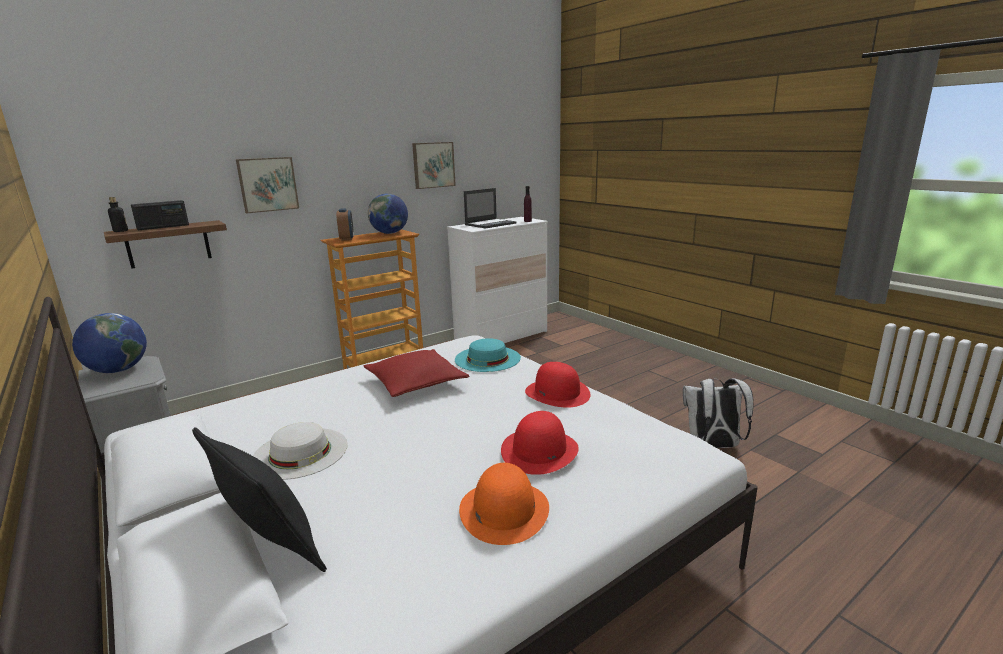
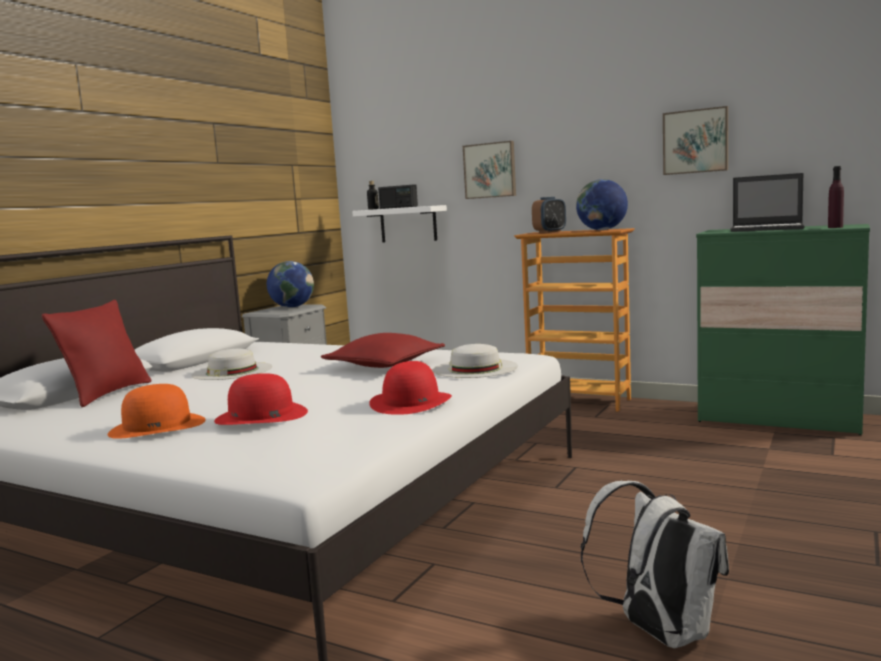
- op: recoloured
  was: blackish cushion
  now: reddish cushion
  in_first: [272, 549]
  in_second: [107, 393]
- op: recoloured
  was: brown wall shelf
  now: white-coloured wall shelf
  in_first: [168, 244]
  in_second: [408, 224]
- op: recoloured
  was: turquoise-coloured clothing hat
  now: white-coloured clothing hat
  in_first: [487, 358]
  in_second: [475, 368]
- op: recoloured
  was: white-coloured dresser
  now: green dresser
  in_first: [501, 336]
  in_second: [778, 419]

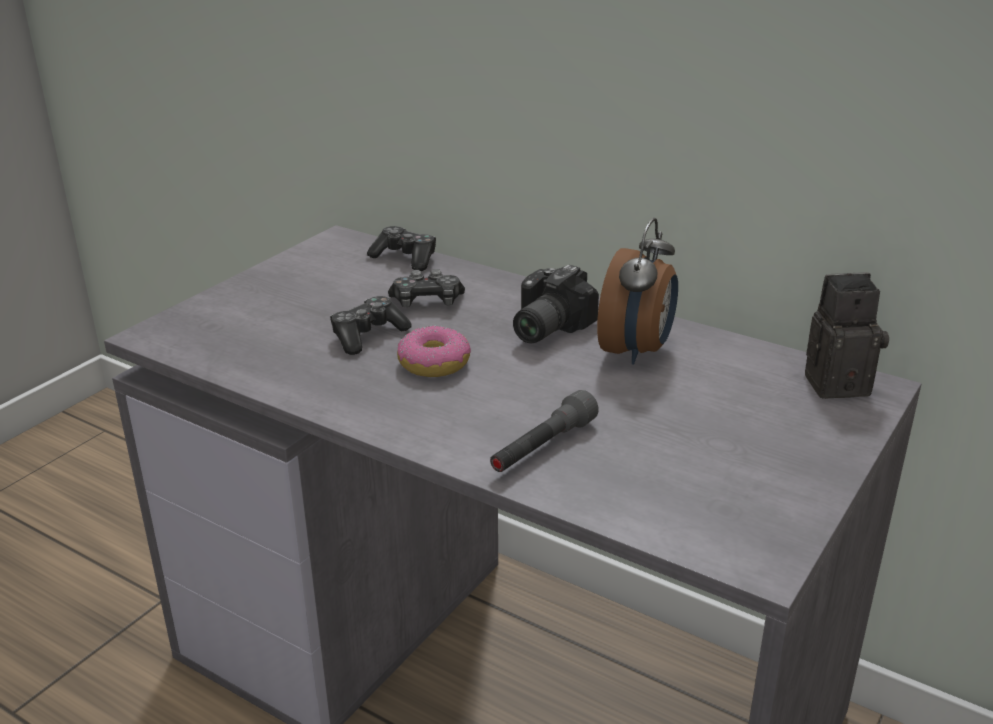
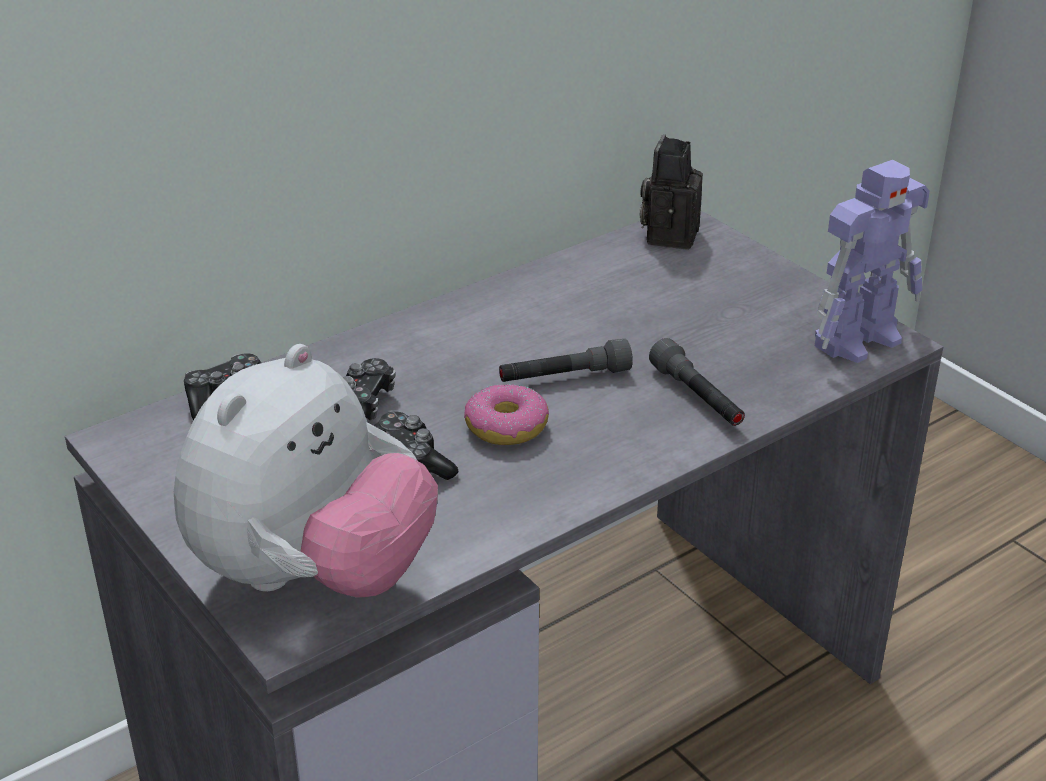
- op: added
  now: plush toy
  in_second: [312, 575]
- op: added
  now: gray torch
  in_second: [564, 377]
- op: added
  now: robot figure
  in_second: [859, 338]
- op: removed
  was: photo camera
  in_first: [543, 328]
- op: removed
  was: alarm clock
  in_first: [637, 351]

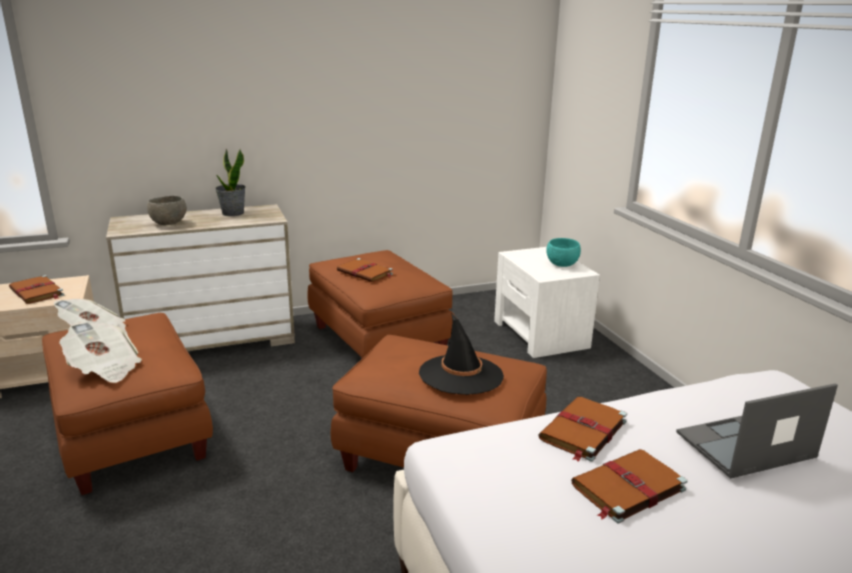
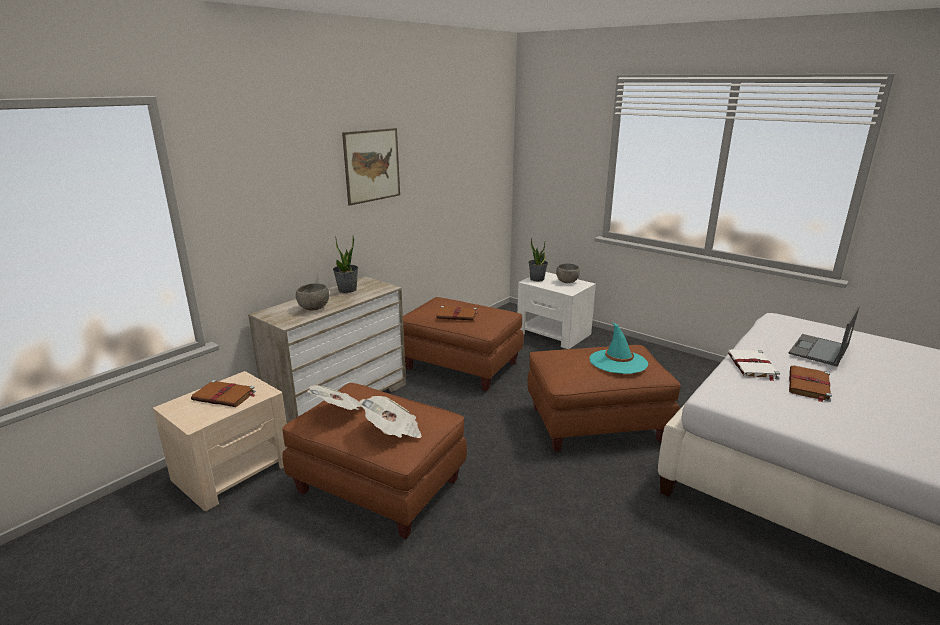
- op: added
  now: picture
  in_second: [372, 165]
- op: added
  now: plant in a pot
  in_second: [537, 279]
- op: recoloured
  was: turquoise-coloured serving bowl
  now: gray serving bowl
  in_first: [561, 264]
  in_second: [566, 282]
- op: recoloured
  was: blackish clothing hat
  now: turquoise-coloured clothing hat
  in_first: [461, 375]
  in_second: [618, 362]
- op: recoloured
  was: brown volume
  now: white-coloured volume
  in_first: [582, 431]
  in_second: [752, 366]

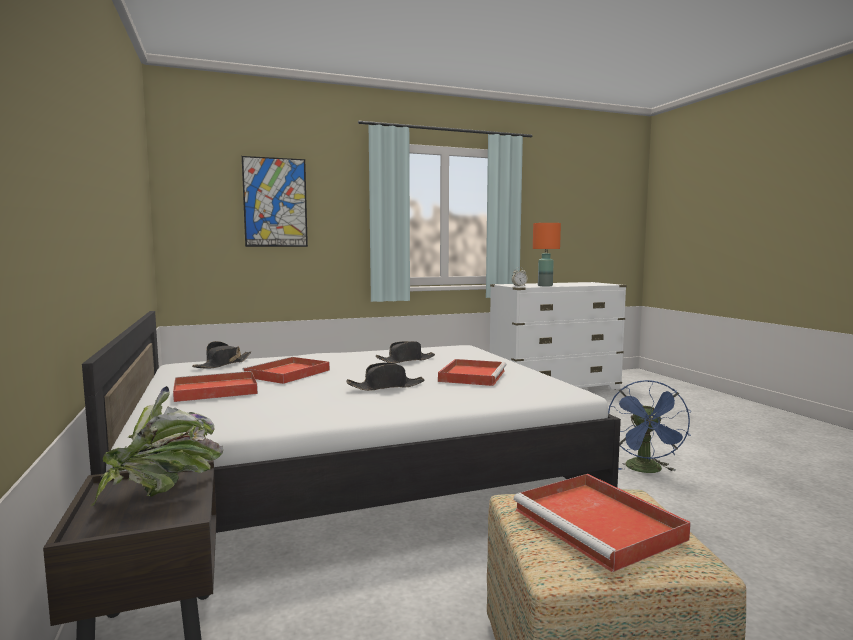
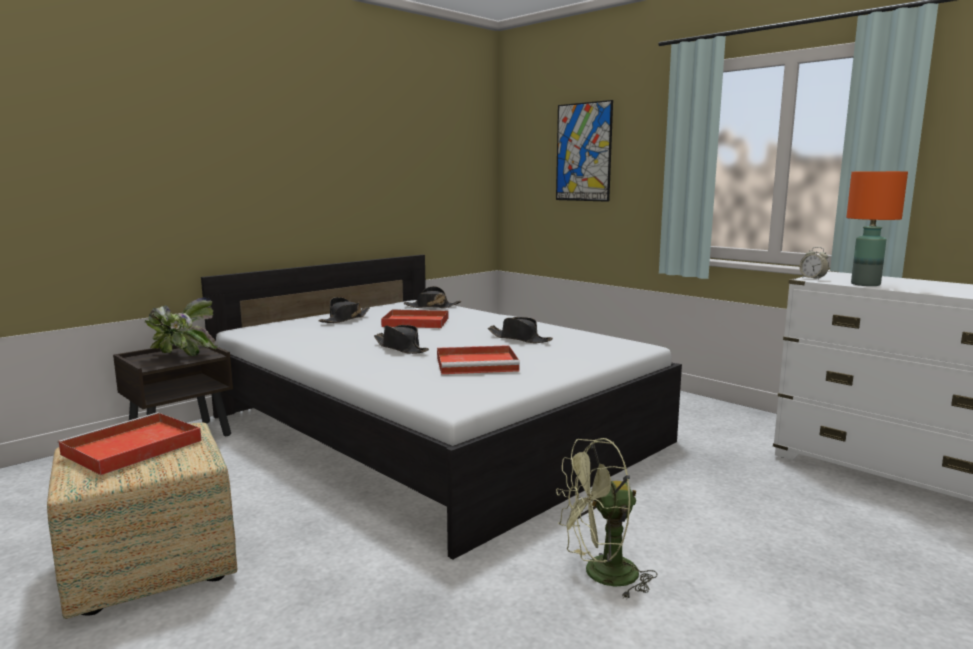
- op: replaced
  was: reddish serving tray
  now: blackish clothing hat
  in_first: [213, 390]
  in_second: [345, 319]
- op: recoloured
  was: bluish fan
  now: green fan
  in_first: [646, 470]
  in_second: [601, 575]

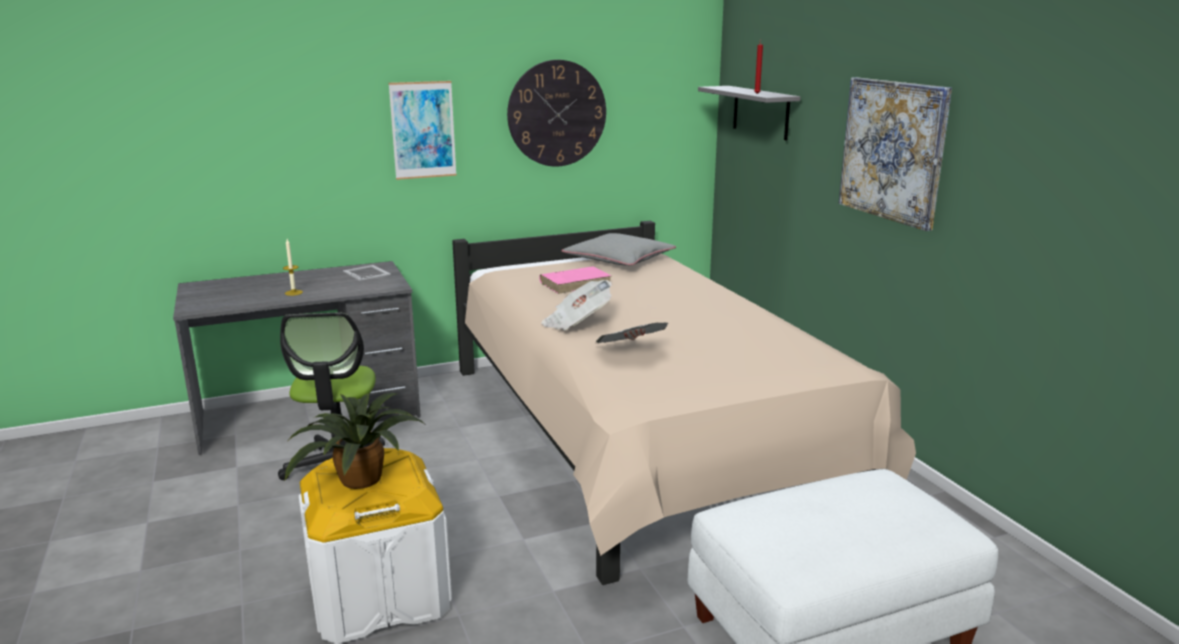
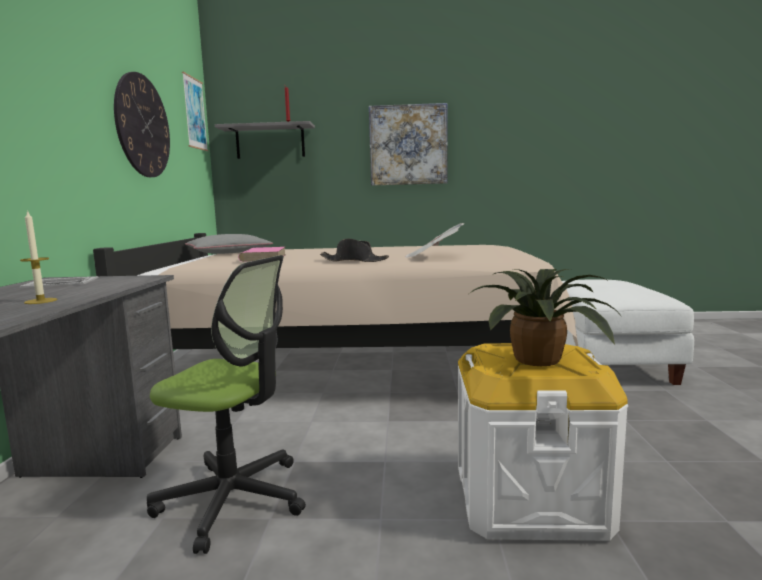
- op: moved
  was: picture
  in_first: [423, 130]
  in_second: [194, 113]
- op: replaced
  was: newspaper
  now: blackish clothing hat
  in_first: [577, 323]
  in_second: [354, 261]

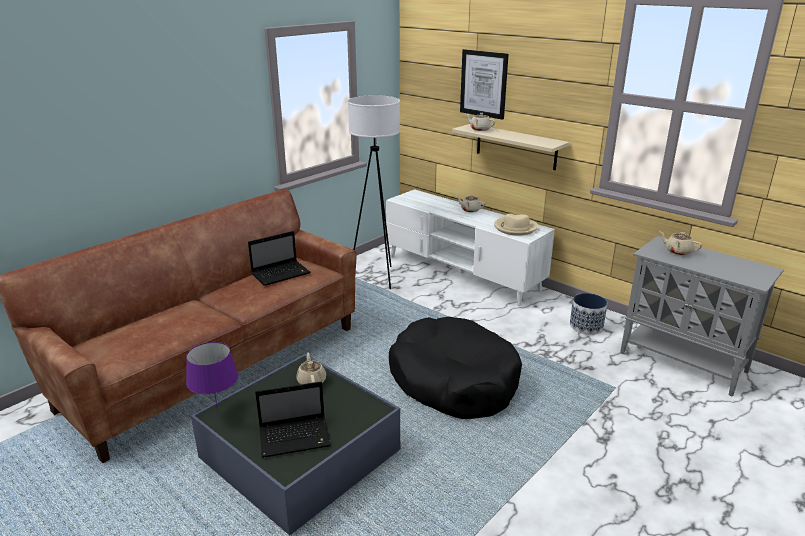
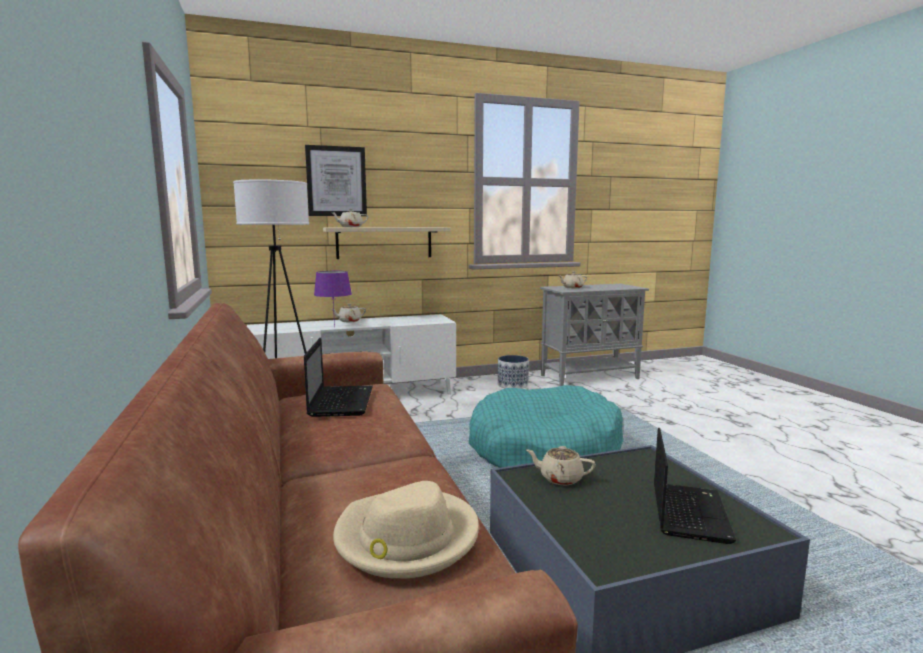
- op: moved
  was: purplish lamp for a table
  in_first: [218, 414]
  in_second: [334, 327]
- op: moved
  was: beige-coloured clothing hat
  in_first: [515, 228]
  in_second: [406, 538]
- op: recoloured
  was: blackish dog cushion
  now: turquoise-coloured dog cushion
  in_first: [453, 380]
  in_second: [544, 449]

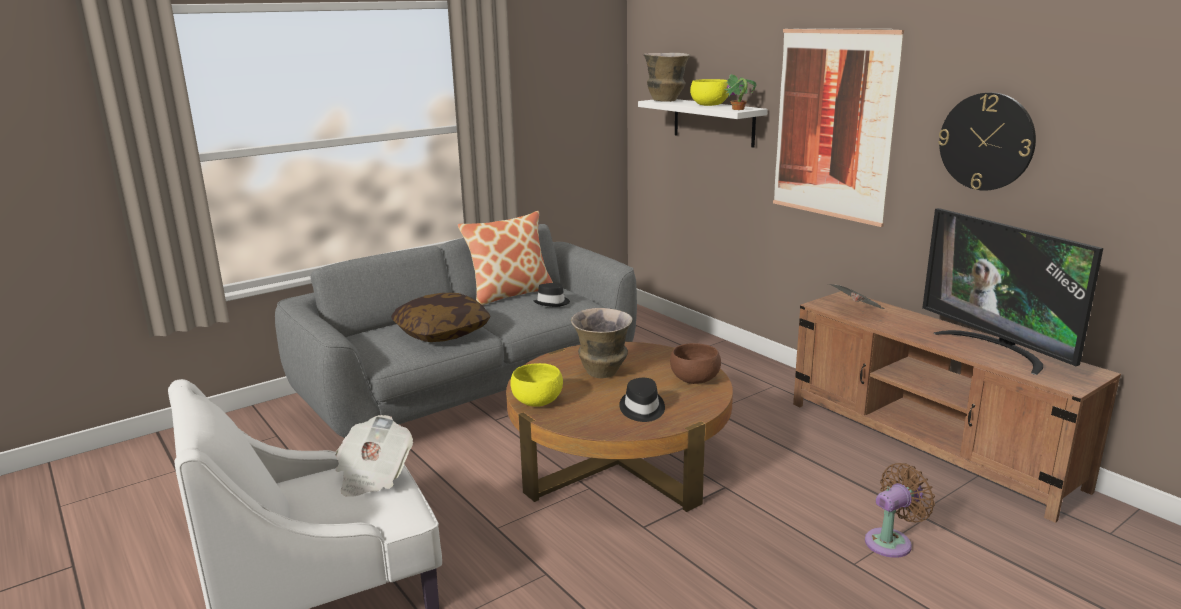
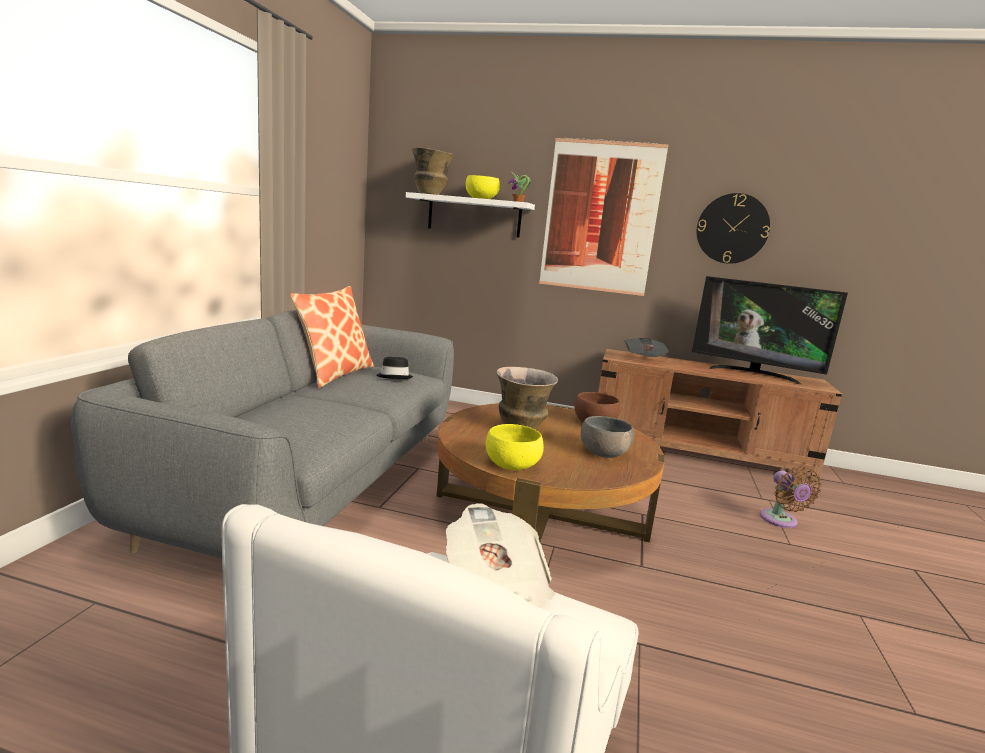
- op: replaced
  was: blackish clothing hat
  now: gray serving bowl
  in_first: [642, 409]
  in_second: [604, 453]
- op: turned
  was: brown fan
  in_first: [891, 541]
  in_second: [780, 521]
  clockwise: 150
- op: removed
  was: cushion
  in_first: [442, 332]

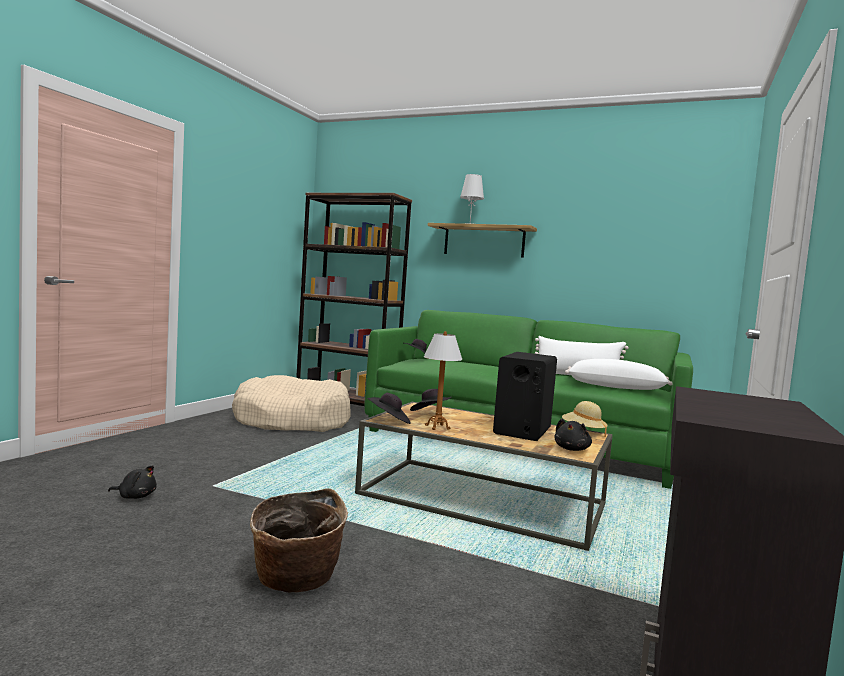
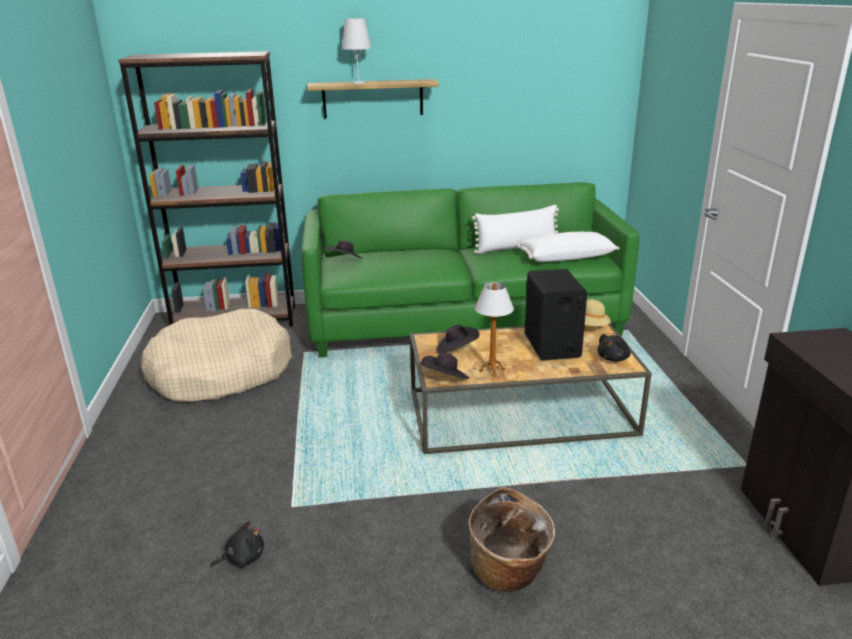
- op: turned
  was: blackish plush toy
  in_first: [572, 449]
  in_second: [613, 358]
  clockwise: 45

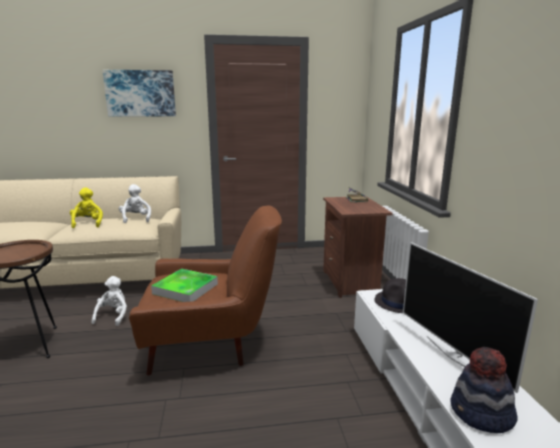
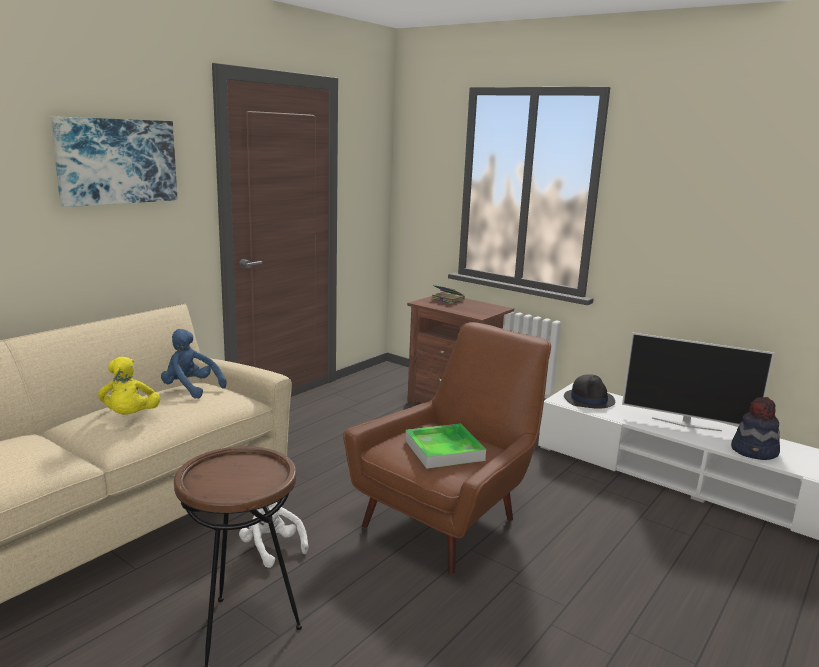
- op: turned
  was: yellowish plush toy
  in_first: [88, 224]
  in_second: [130, 417]
  clockwise: -135
- op: recoloured
  was: white-coloured plush toy
  now: bluish plush toy
  in_first: [136, 219]
  in_second: [190, 389]

